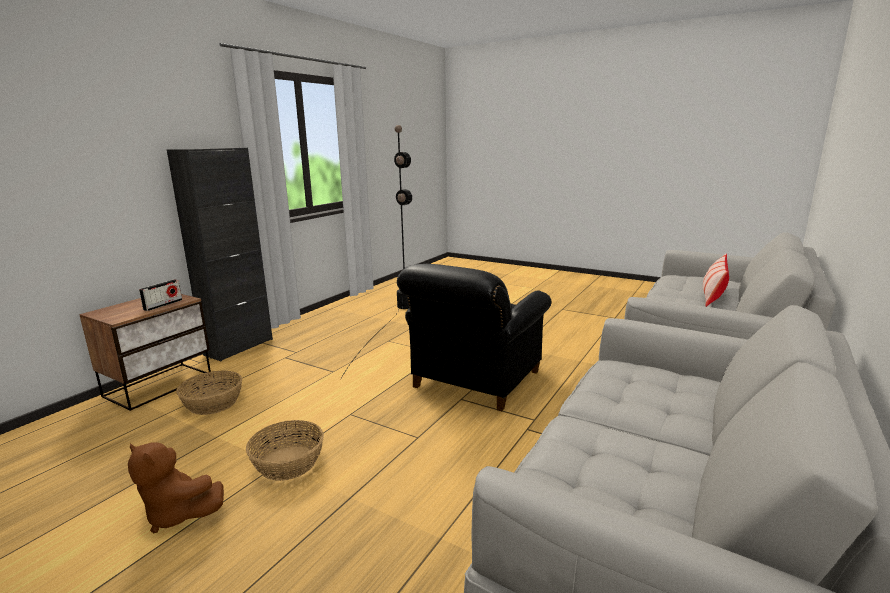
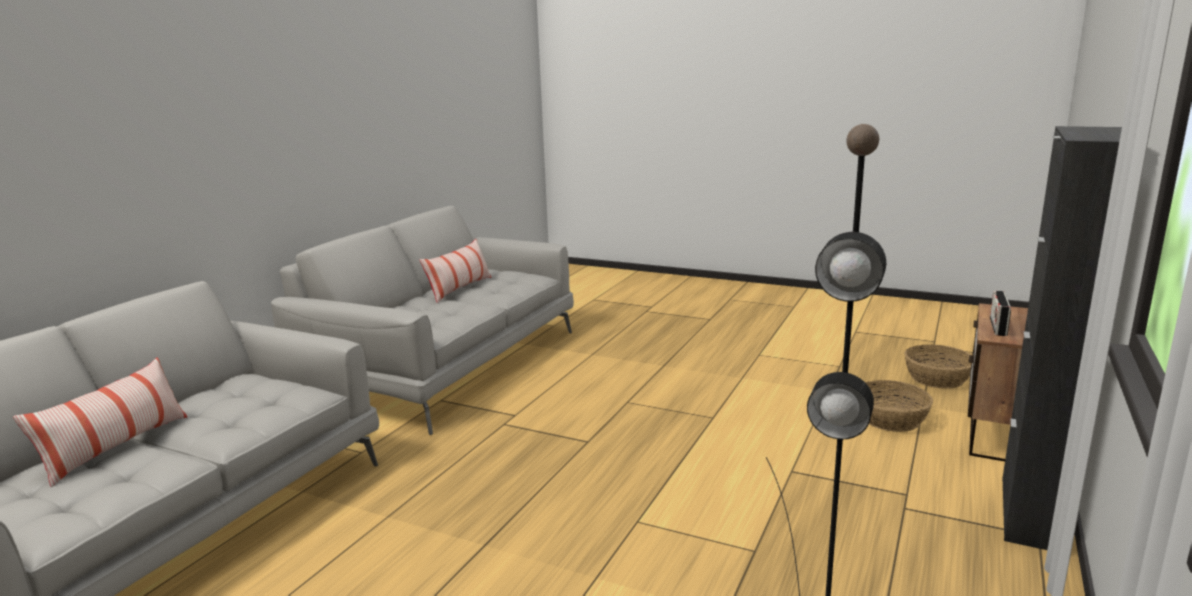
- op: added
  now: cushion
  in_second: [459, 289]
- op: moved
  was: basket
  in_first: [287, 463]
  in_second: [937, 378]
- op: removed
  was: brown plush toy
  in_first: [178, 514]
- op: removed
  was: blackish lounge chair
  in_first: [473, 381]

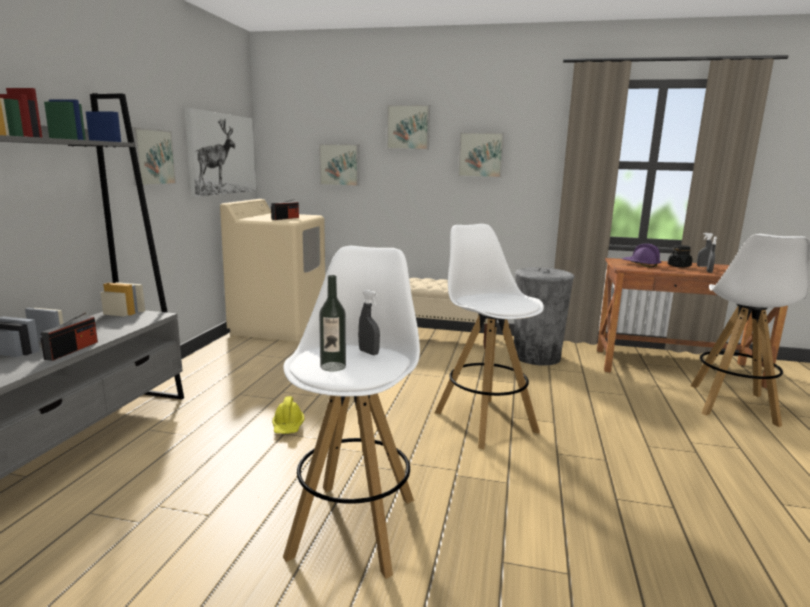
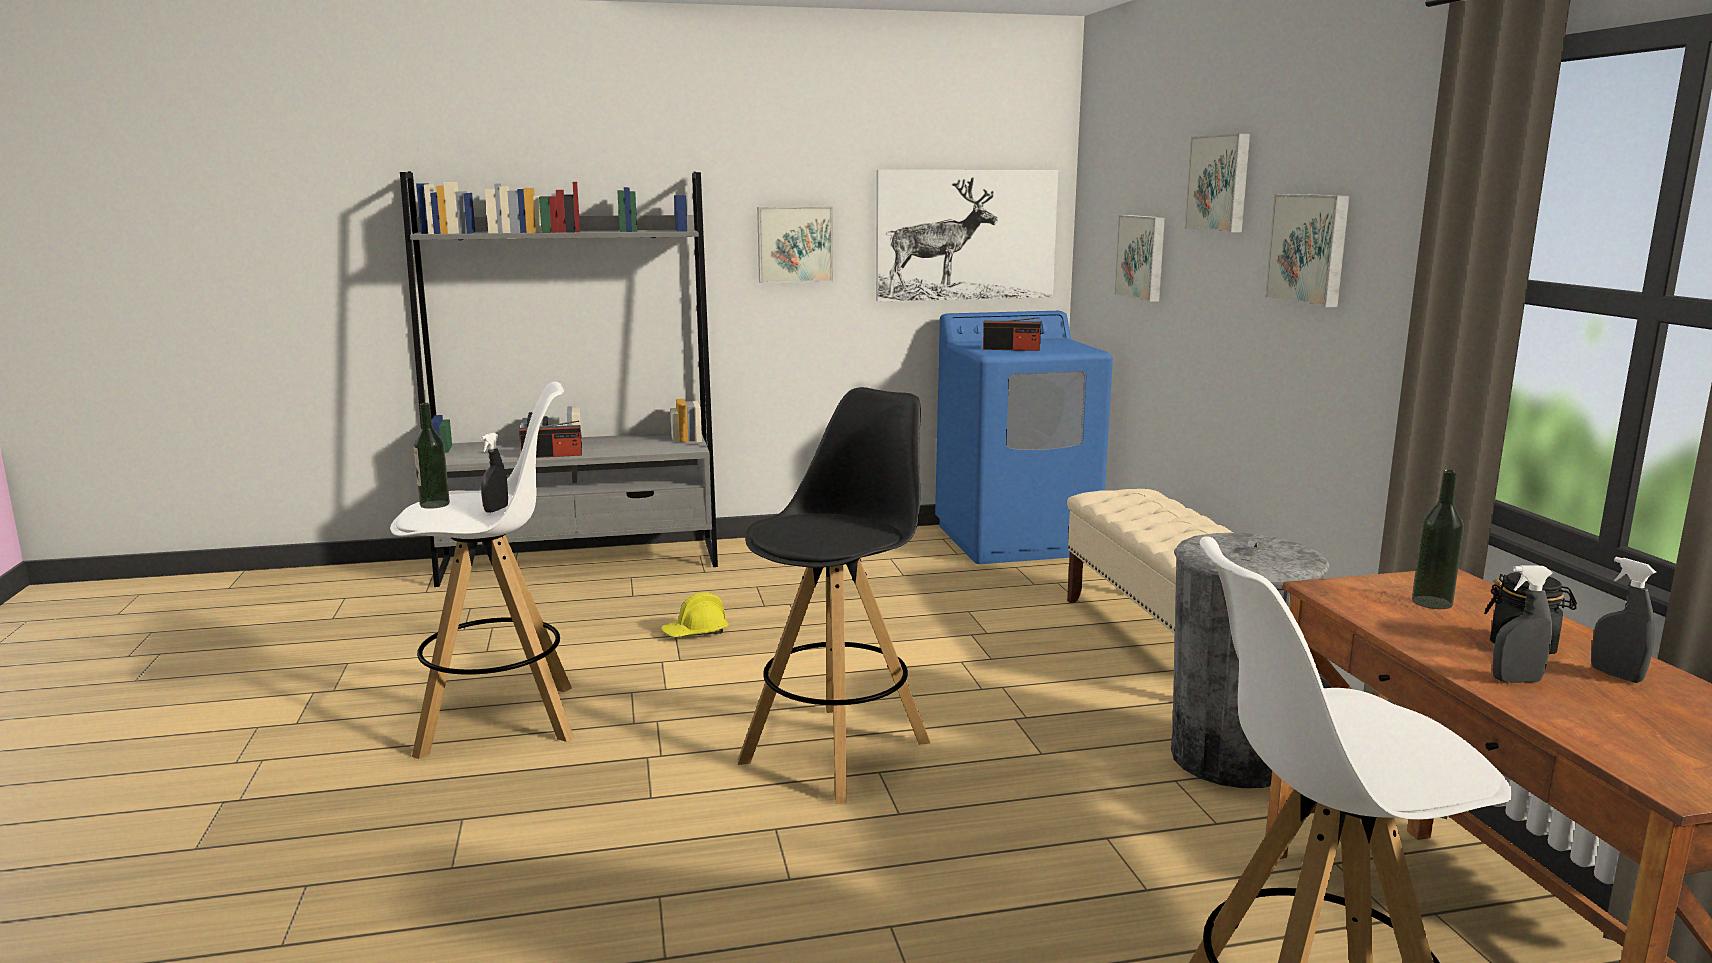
- op: recoloured
  was: white-coloured sitting stool
  now: blackish sitting stool
  in_first: [484, 421]
  in_second: [837, 750]
- op: recoloured
  was: beige-coloured laundry machine
  now: bluish laundry machine
  in_first: [279, 327]
  in_second: [1016, 540]
- op: replaced
  was: purplish safety helmet
  now: drink bottle
  in_first: [640, 264]
  in_second: [1432, 602]

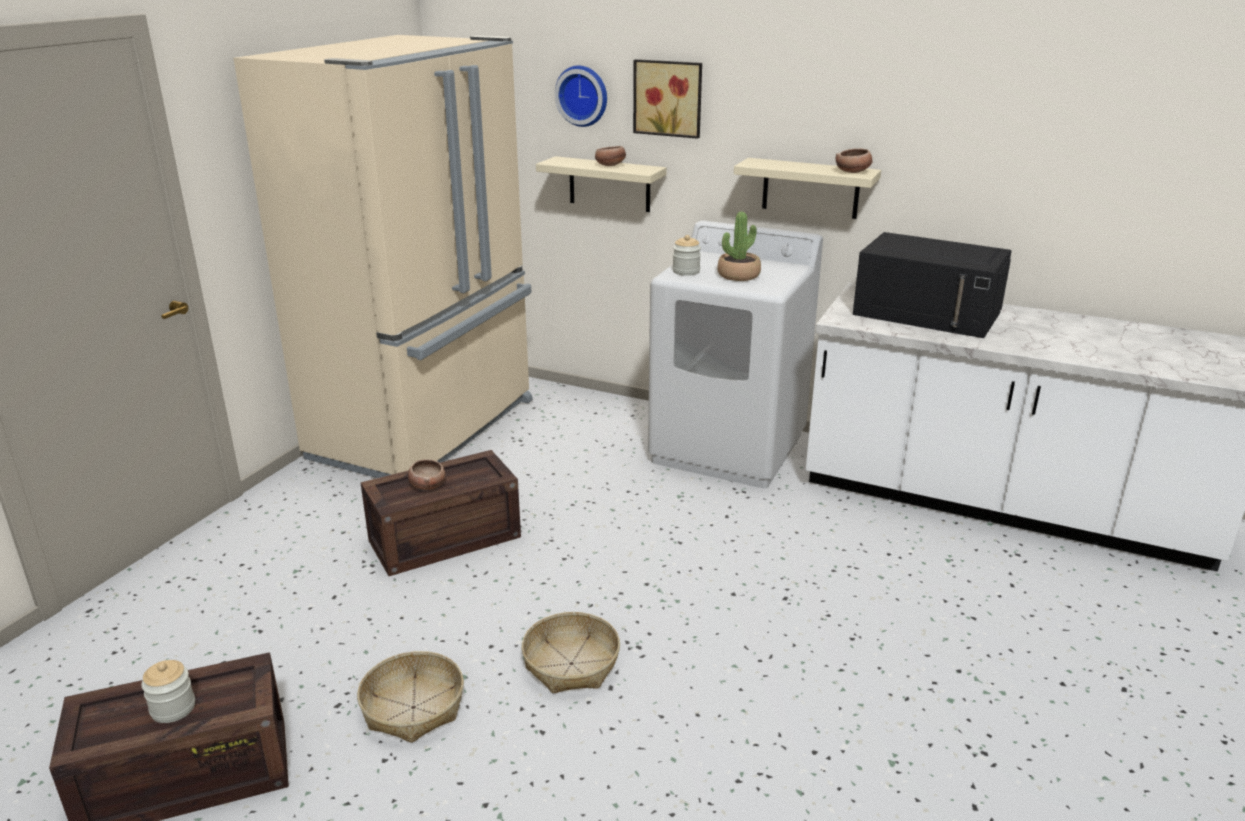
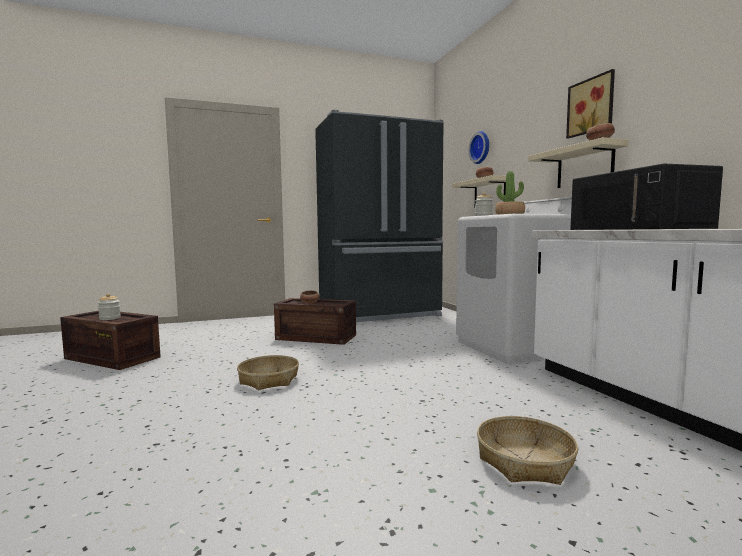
- op: recoloured
  was: beige-coloured refrigerator
  now: blackish refrigerator
  in_first: [428, 429]
  in_second: [380, 314]
- op: moved
  was: basket
  in_first: [413, 708]
  in_second: [524, 461]
- op: moved
  was: picture
  in_first: [668, 98]
  in_second: [592, 106]

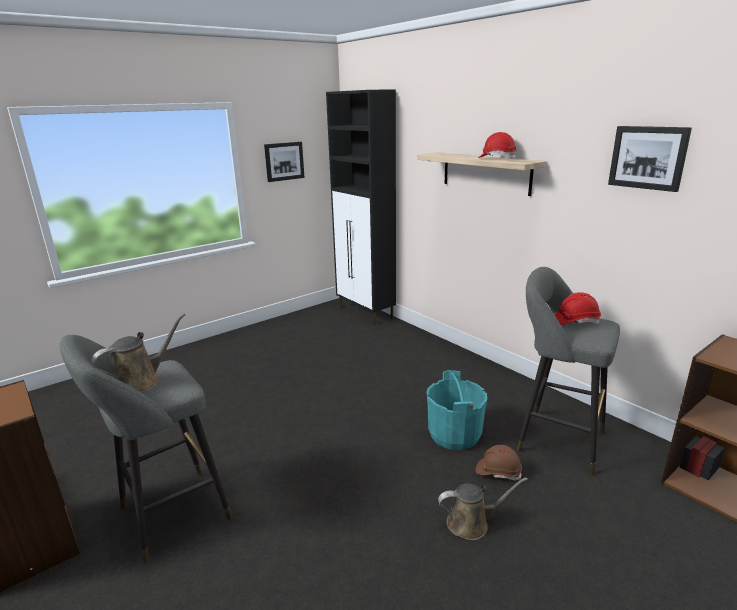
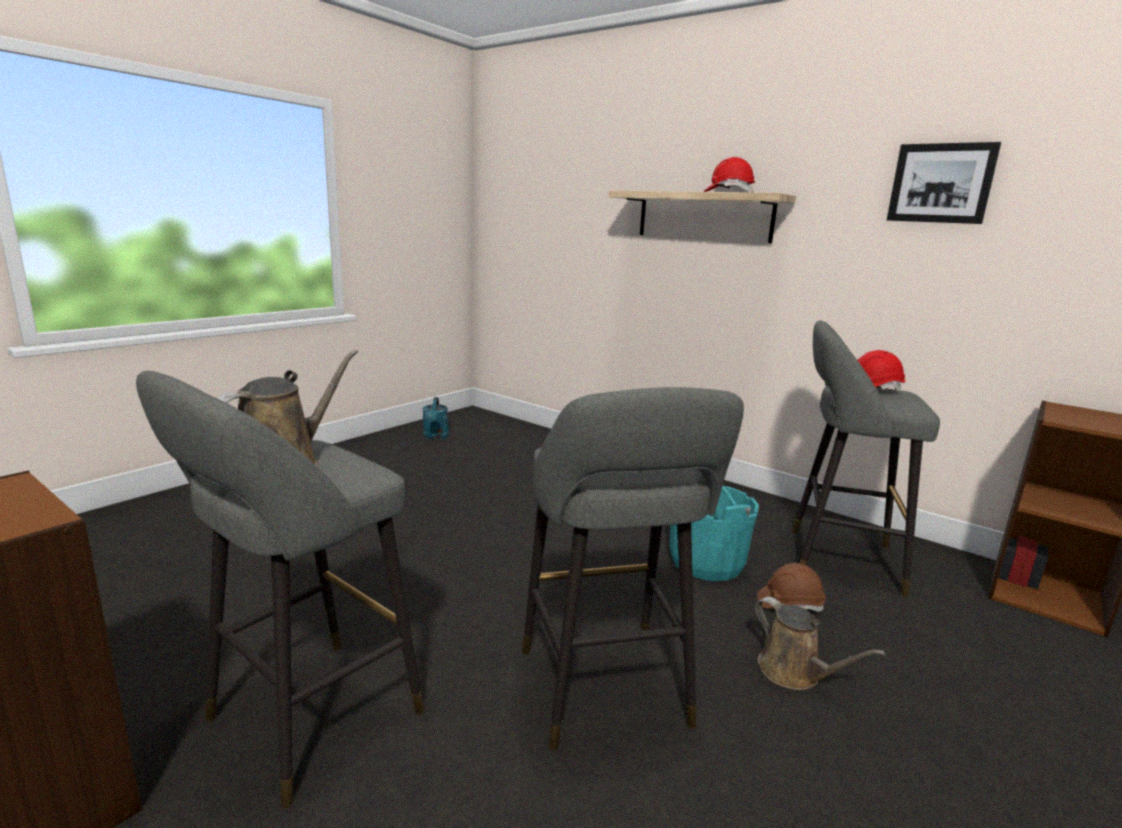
- op: added
  now: turquoise-coloured watering pot
  in_second: [435, 436]
- op: added
  now: gray sitting stool
  in_second: [606, 694]
- op: turned
  was: brown watering pot
  in_first: [471, 523]
  in_second: [794, 673]
  clockwise: 75
- op: removed
  was: picture
  in_first: [284, 161]
- op: removed
  was: blackish storage cabinet
  in_first: [366, 313]

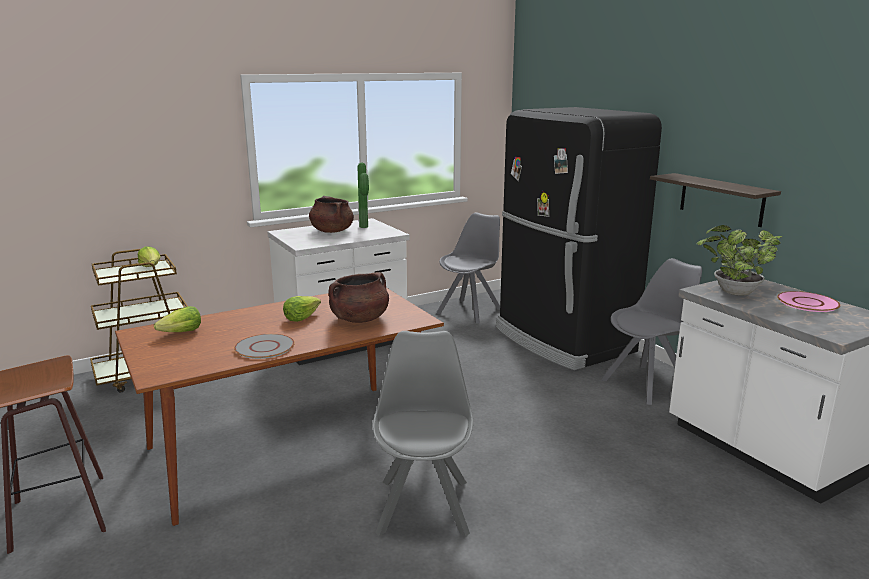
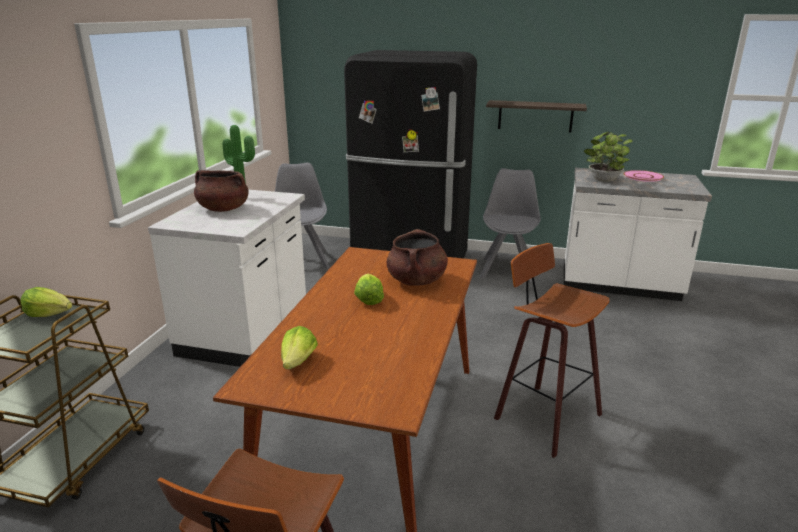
- op: replaced
  was: gray plain chair
  now: sitting stool
  in_first: [424, 504]
  in_second: [543, 416]
- op: removed
  was: gray dinner plate
  in_first: [264, 347]

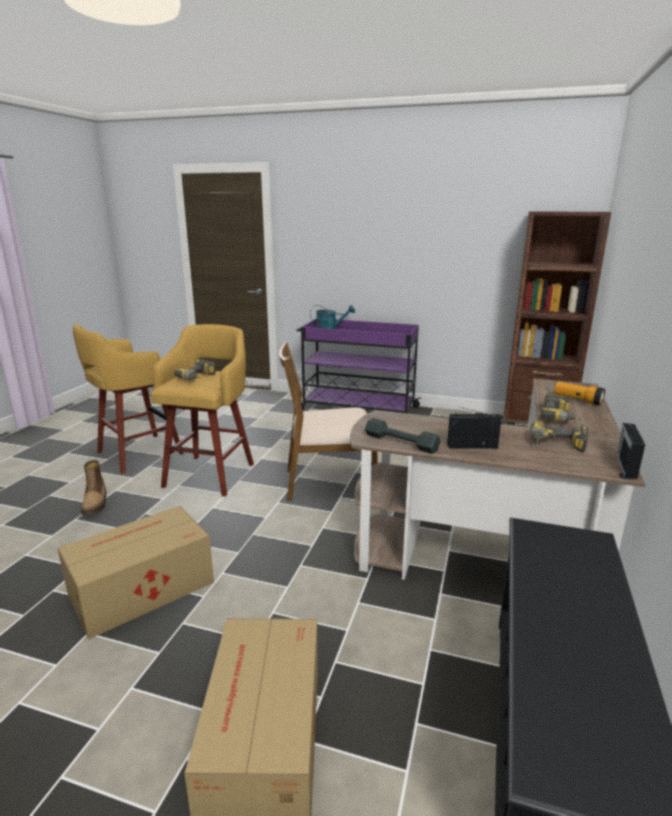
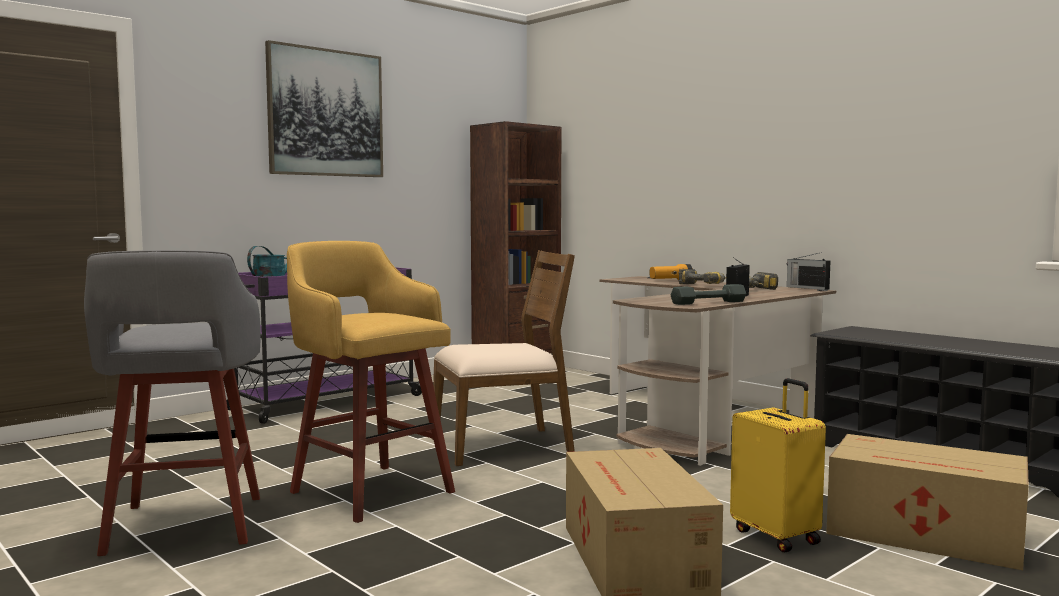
- op: recoloured
  was: yellowish sitting stool
  now: gray sitting stool
  in_first: [137, 454]
  in_second: [184, 527]
- op: added
  now: picture
  in_second: [325, 113]
- op: turned
  was: brown plain chair
  in_first: [329, 482]
  in_second: [503, 445]
  clockwise: -135
- op: added
  now: yellowish piece of luggage
  in_second: [777, 536]
- op: removed
  was: high-top boot
  in_first: [96, 503]
- op: removed
  was: power drill
  in_first: [199, 378]

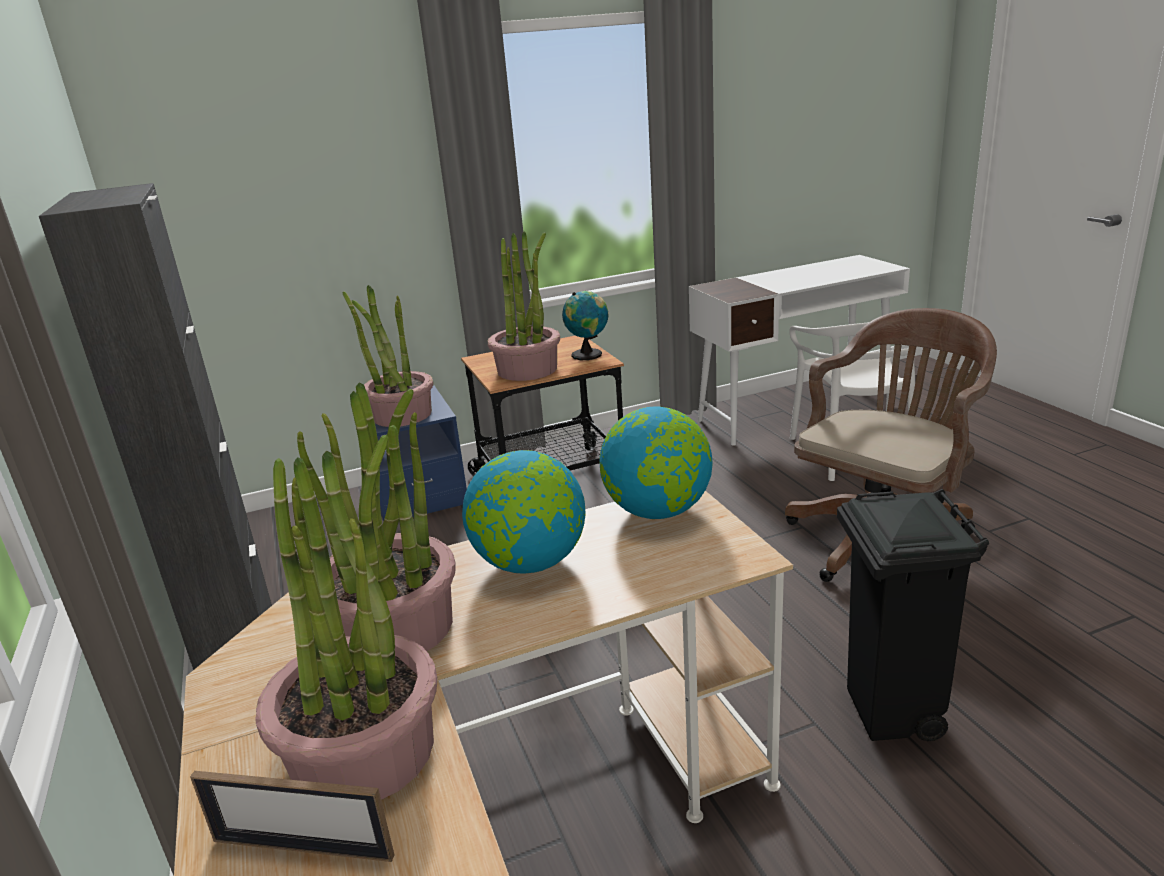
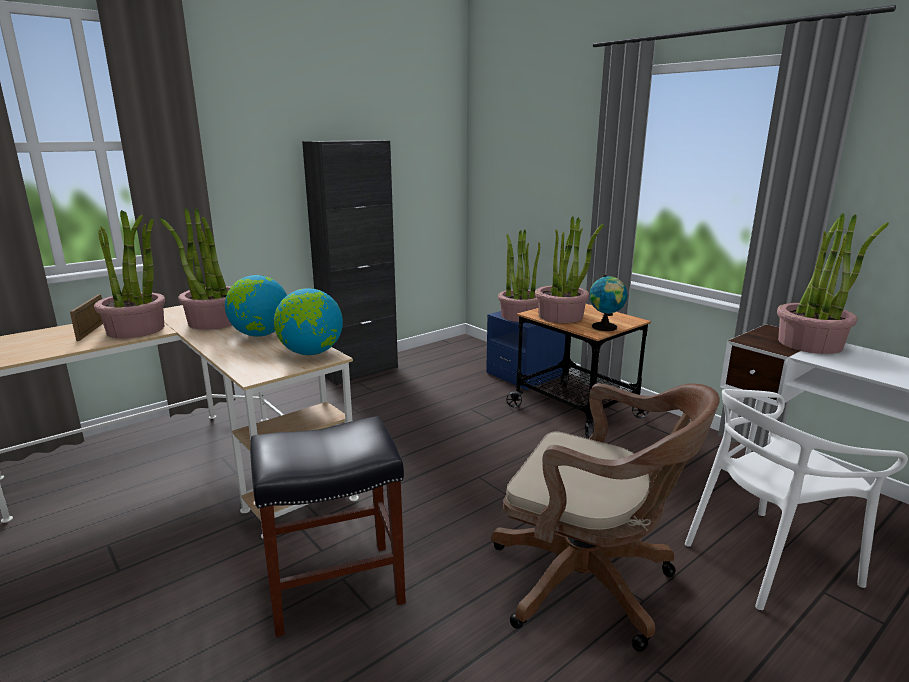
- op: replaced
  was: blackish rubbish bin
  now: blackish sitting stool
  in_first: [892, 714]
  in_second: [333, 587]
- op: added
  now: plant in a pot
  in_second: [810, 343]

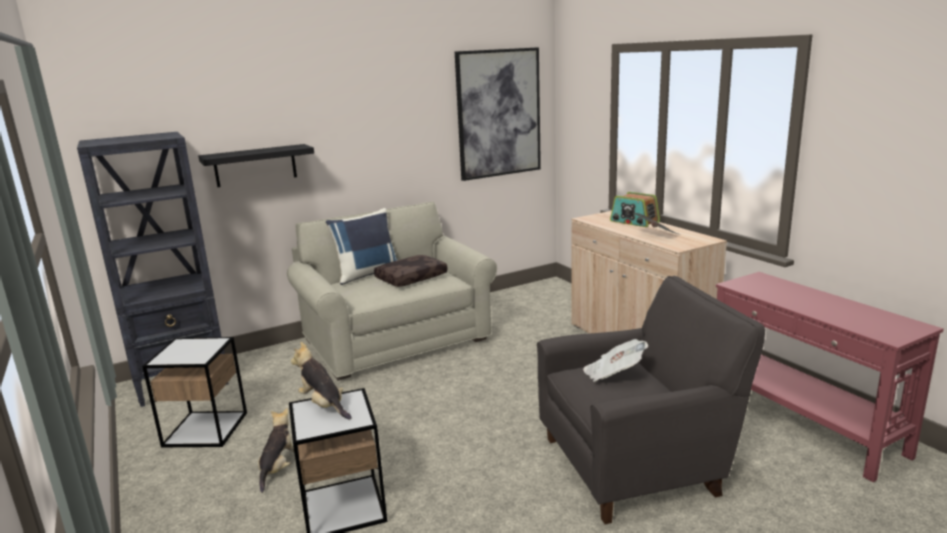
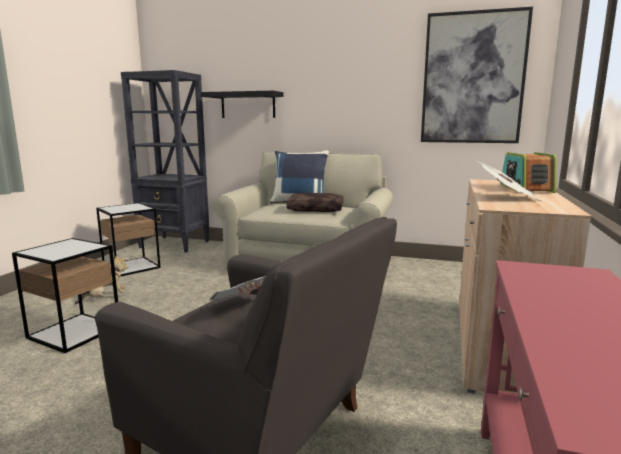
- op: removed
  was: plush toy
  in_first: [323, 405]

